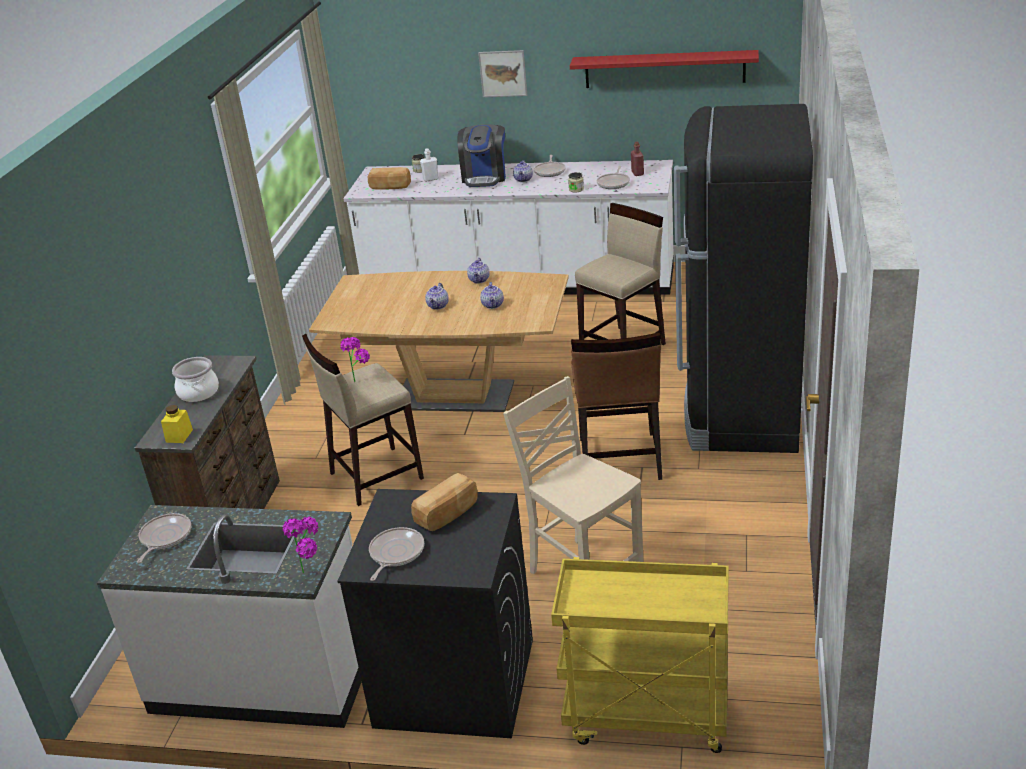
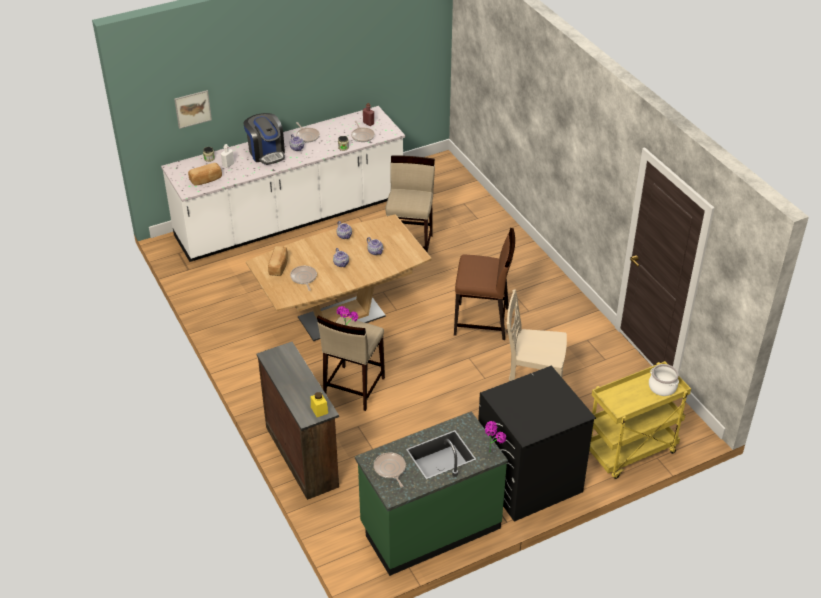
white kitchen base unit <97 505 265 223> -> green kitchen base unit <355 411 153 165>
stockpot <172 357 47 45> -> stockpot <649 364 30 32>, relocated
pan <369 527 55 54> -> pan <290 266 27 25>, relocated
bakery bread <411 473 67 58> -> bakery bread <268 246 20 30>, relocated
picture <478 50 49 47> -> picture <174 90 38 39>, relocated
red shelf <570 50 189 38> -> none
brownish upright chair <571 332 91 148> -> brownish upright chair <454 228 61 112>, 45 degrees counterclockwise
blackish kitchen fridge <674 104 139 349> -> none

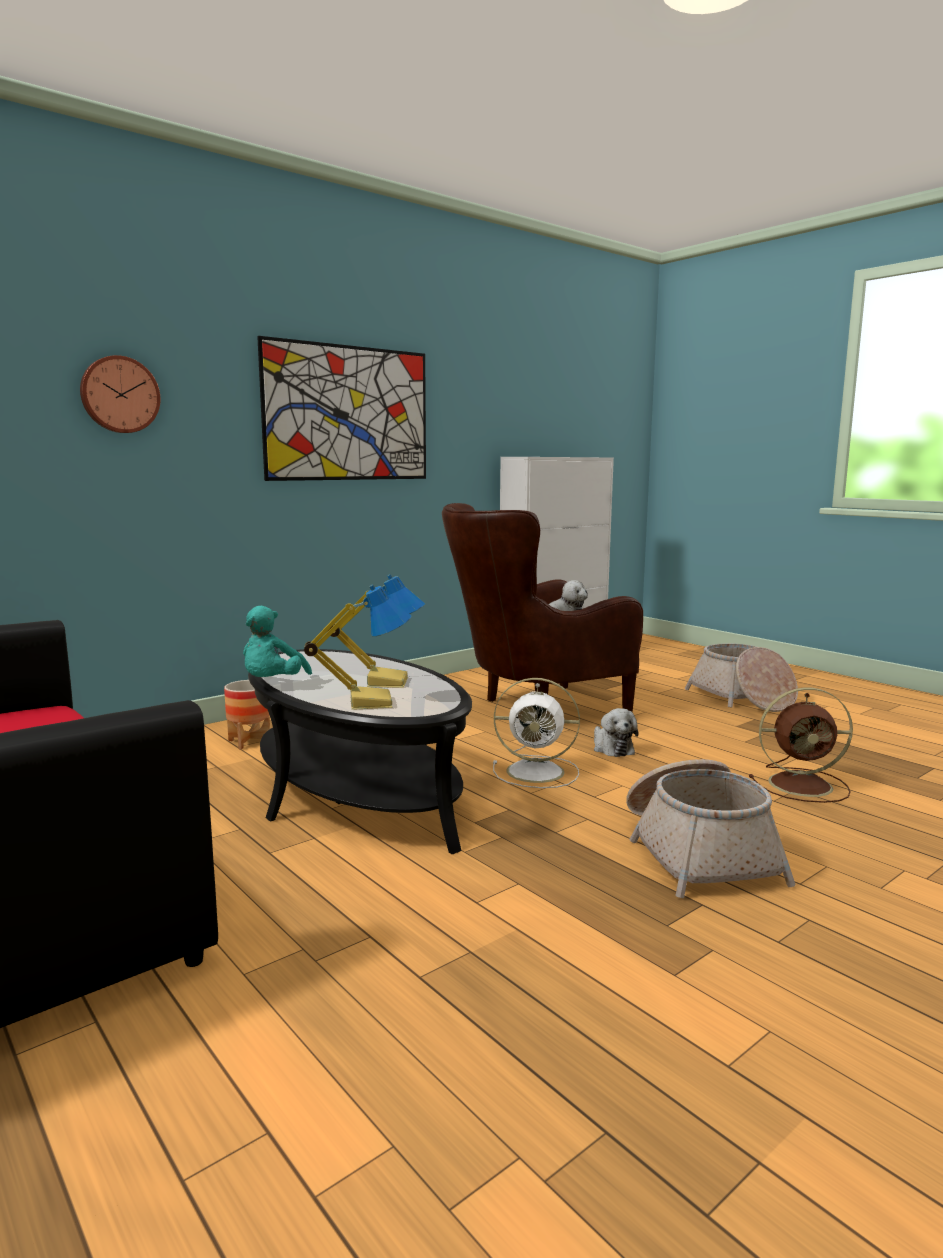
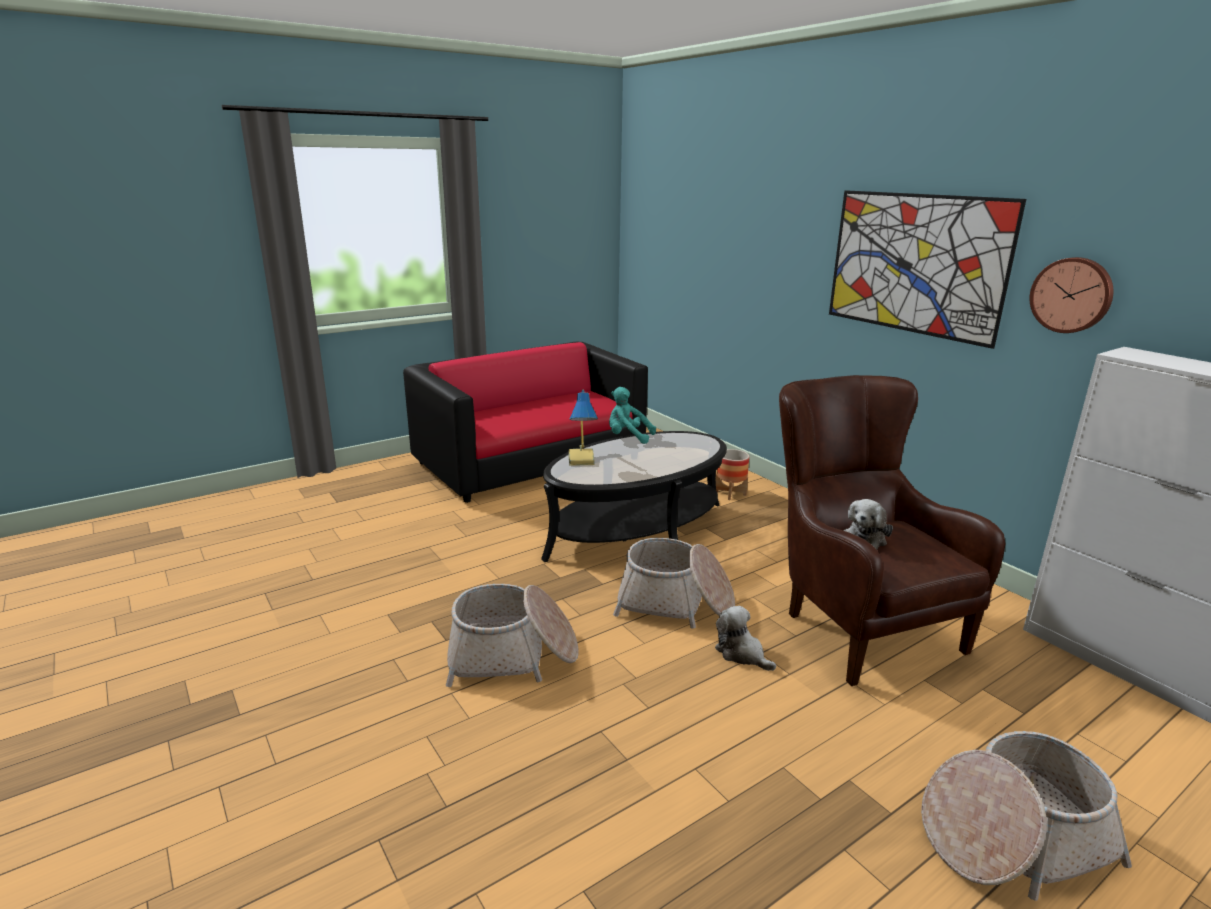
hanging clock <80 355 81 78> -> hanging clock <1029 257 84 76>, relocated
table lamp <328 574 97 114> -> none
white electric fan <493 678 87 110> -> basket <613 538 122 91>
cuddly toy <594 708 44 49> -> cuddly toy <715 606 61 65>, 60 degrees clockwise
brownish electric fan <749 688 104 115> -> none

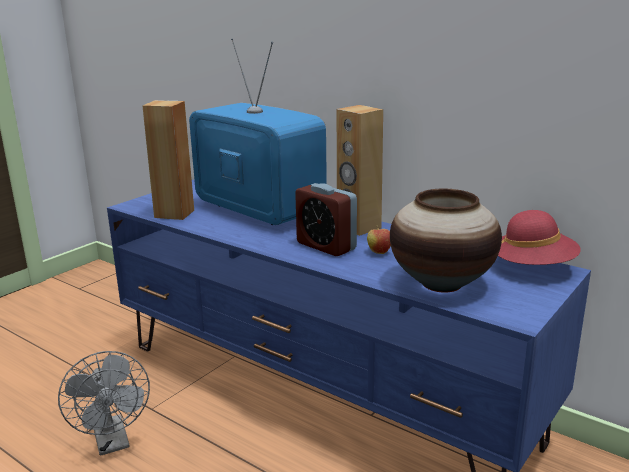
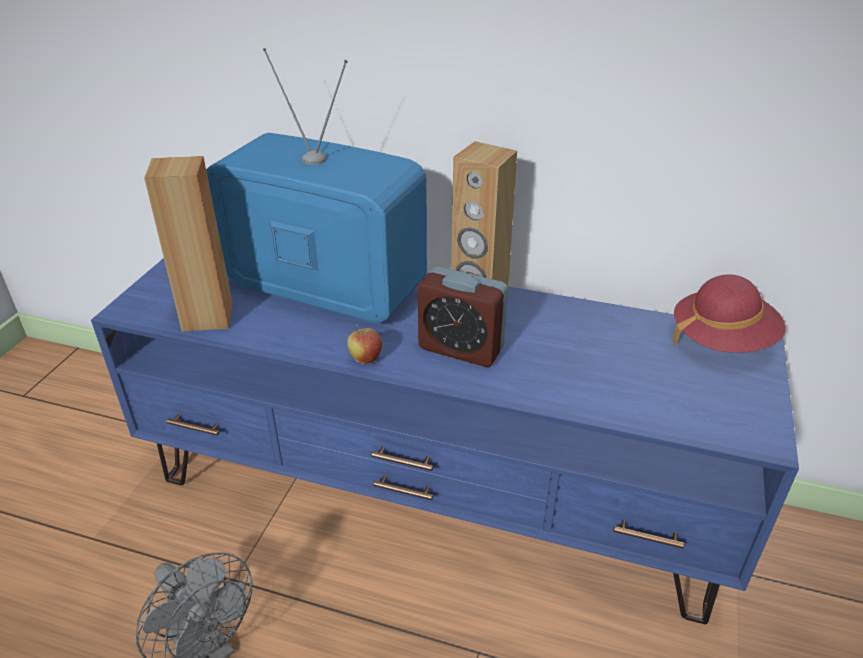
apple fruit <367 225 24 29> -> apple fruit <347 325 35 39>, relocated
decorative vase <390 189 112 104> -> none

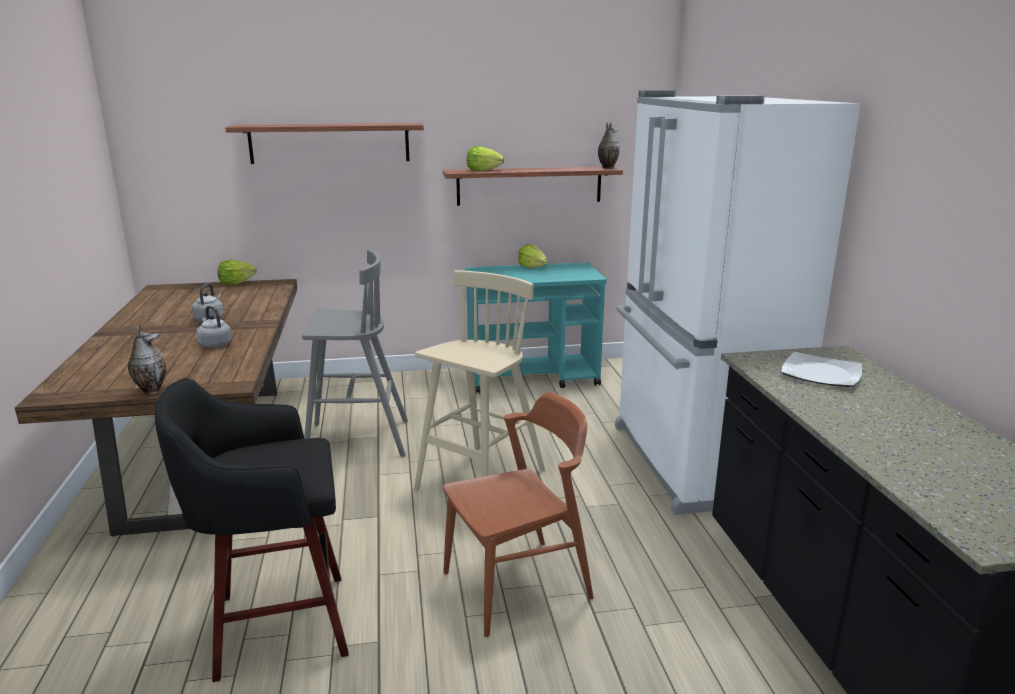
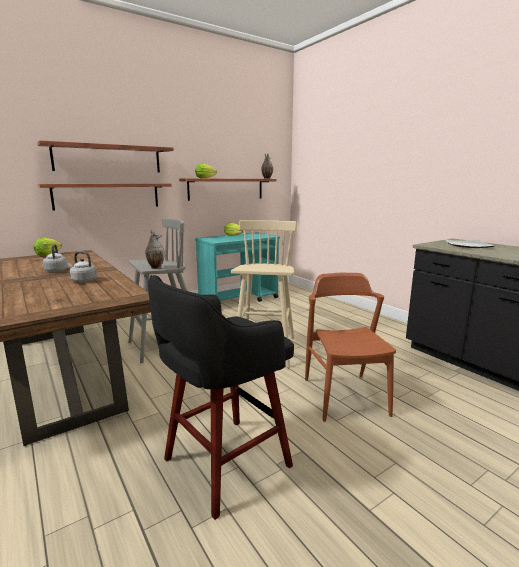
decorative vase <128 324 39 70> -> decorative vase <145 230 20 39>, relocated
brownish upright chair <443 392 151 245> -> brownish upright chair <305 273 91 149>, 45 degrees counterclockwise
white kitchen fridge <615 90 246 425> -> none
none -> shelf <38 183 134 28>

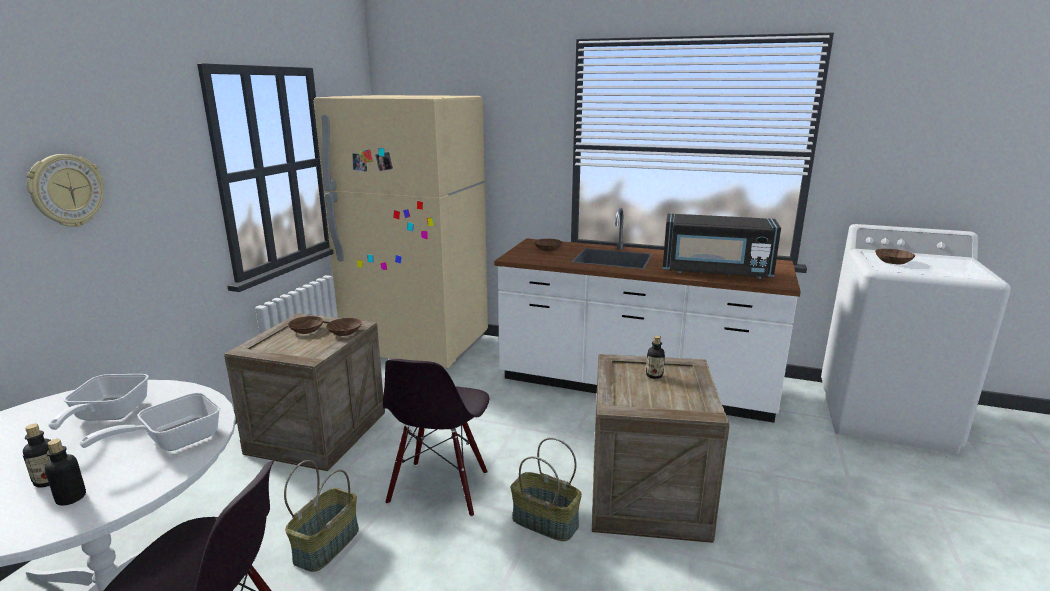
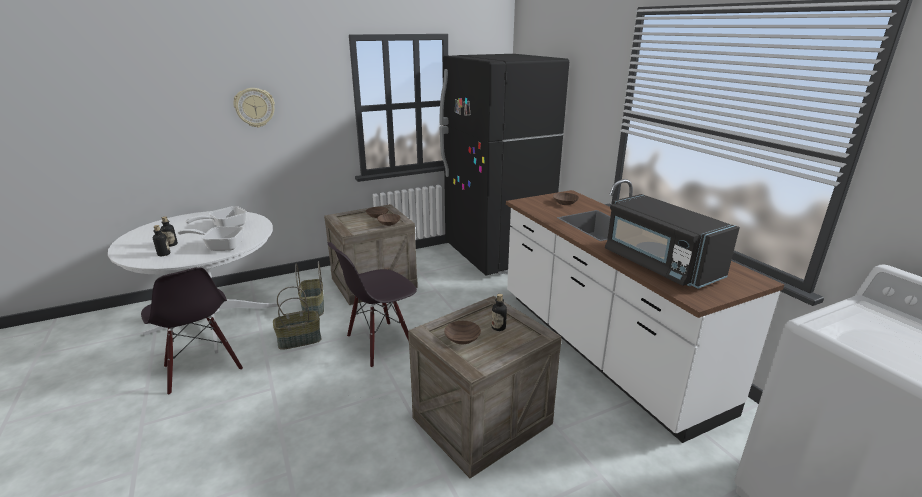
beige kitchen fridge <314 95 174 273> -> blackish kitchen fridge <439 54 130 221>
basket <511 438 71 103> -> basket <295 261 29 55>, relocated
brownish deep dish <875 249 40 15> -> brownish deep dish <444 321 37 23>, relocated

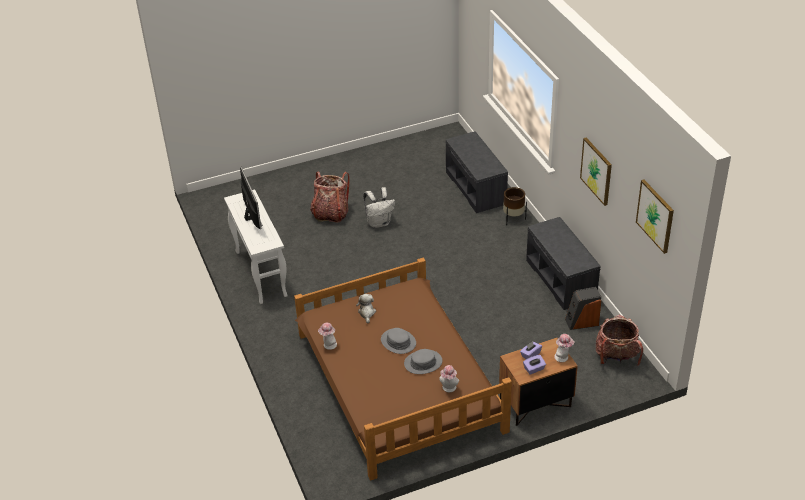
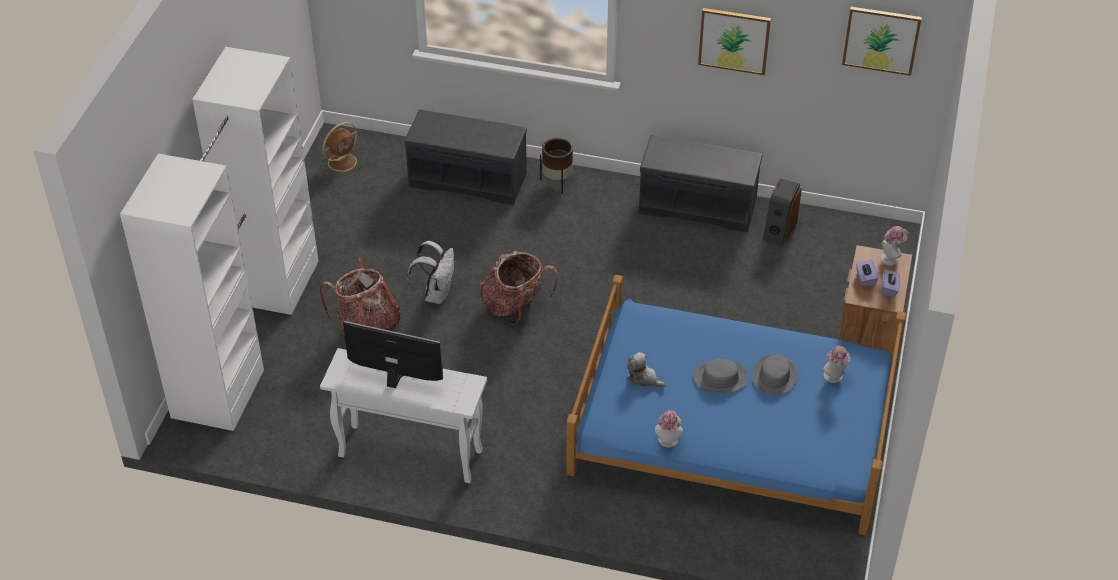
brownish sleeping bed <294 258 218 222> -> bluish sleeping bed <566 275 340 261>
backpack <596 315 47 51> -> backpack <479 251 79 74>, relocated
none -> white wardrobe <120 47 198 384>
none -> brownish electric fan <320 122 44 54>

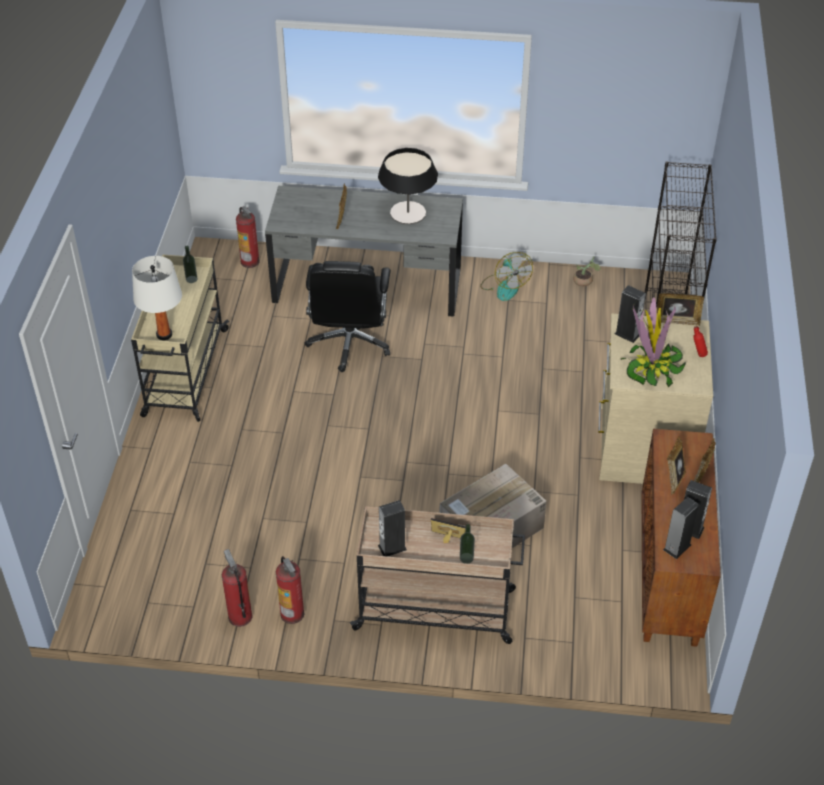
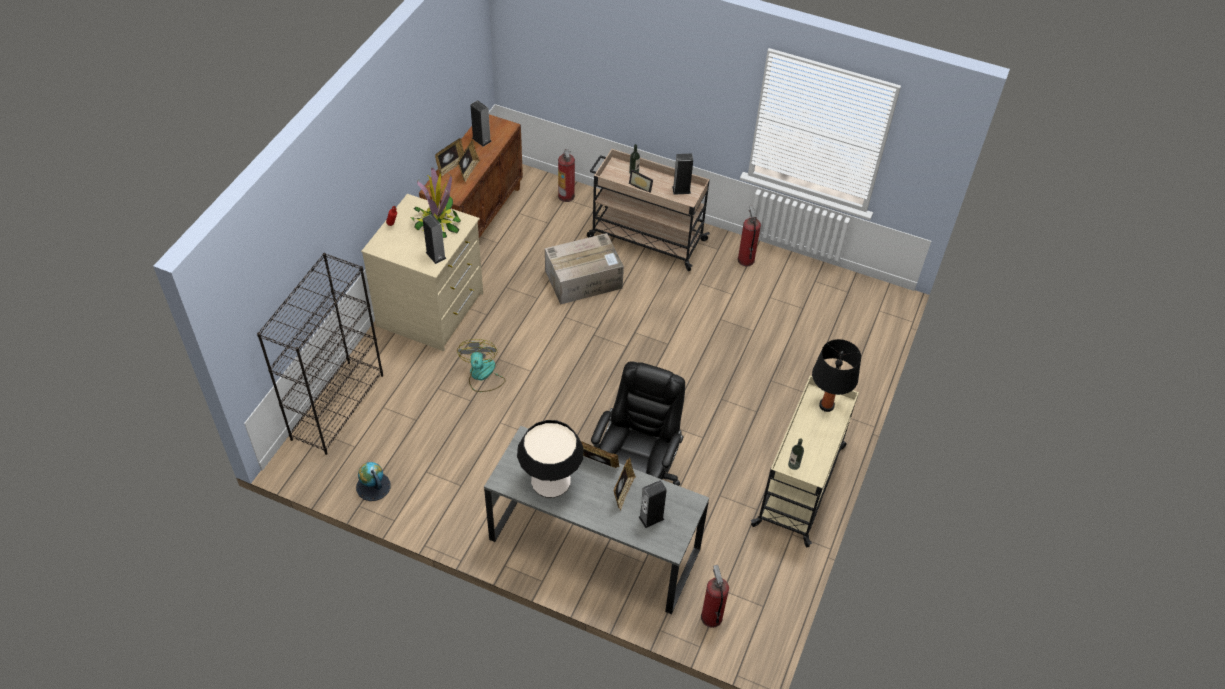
white table lamp <132 256 50 84> -> blackish table lamp <812 339 49 73>
extinguisher <222 549 30 78> -> extinguisher <558 149 17 53>, relocated
electric fan <480 252 53 49> -> electric fan <457 339 48 53>, relocated
potted plant <573 256 28 30> -> globe <356 462 34 39>
photo frame <657 293 47 33> -> photo frame <581 441 38 27>, relocated
loudspeaker <663 497 36 62> -> loudspeaker <639 480 28 48>, relocated

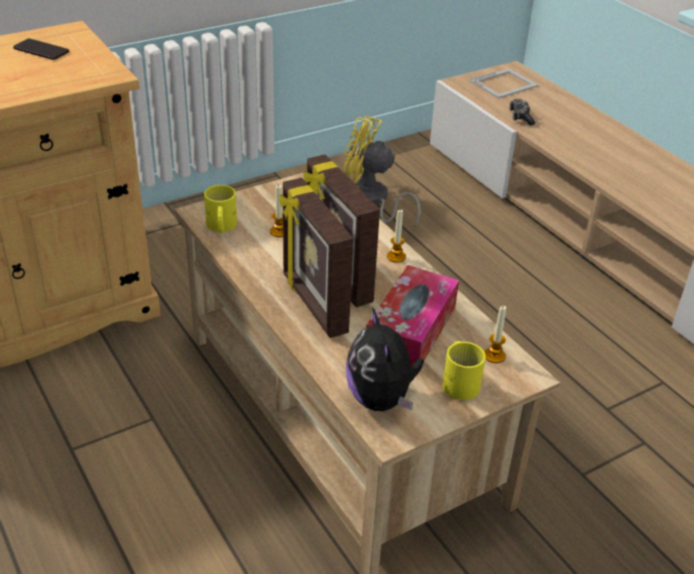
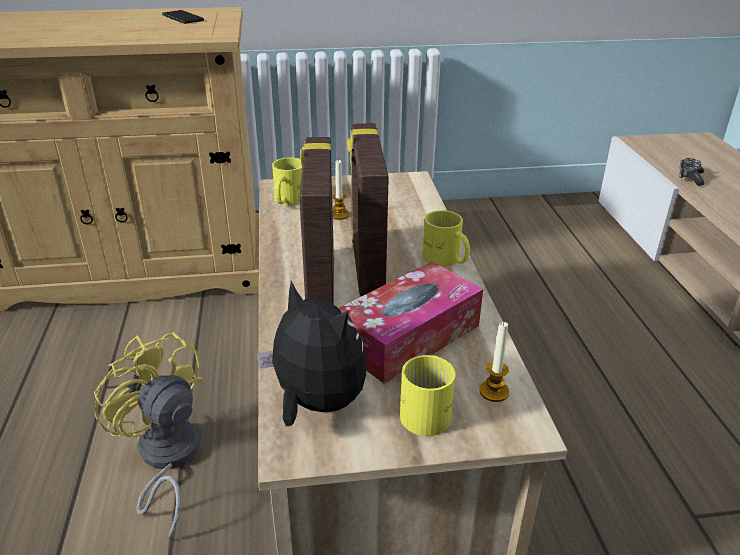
yellow-coloured electric fan <343 116 78 113> -> yellow-coloured electric fan <94 332 110 208>, relocated
cuddly toy <346 307 78 104> -> cuddly toy <256 281 111 145>, 120 degrees clockwise
candle <387 210 19 53> -> yellow-coloured coffee mug <423 210 47 57>
photo frame <470 69 68 29> -> none

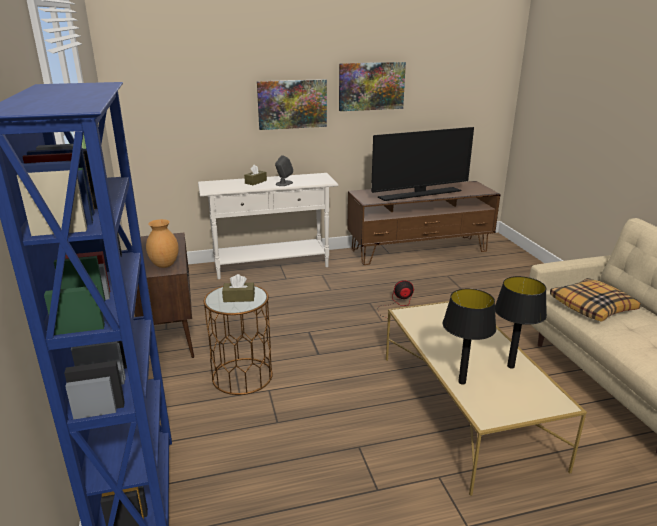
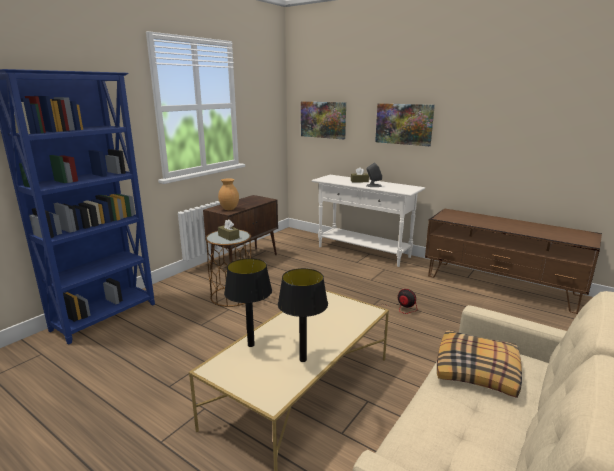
picture <339 62 67 49> -> picture <301 101 45 38>, relocated
television <371 127 103 74> -> none

